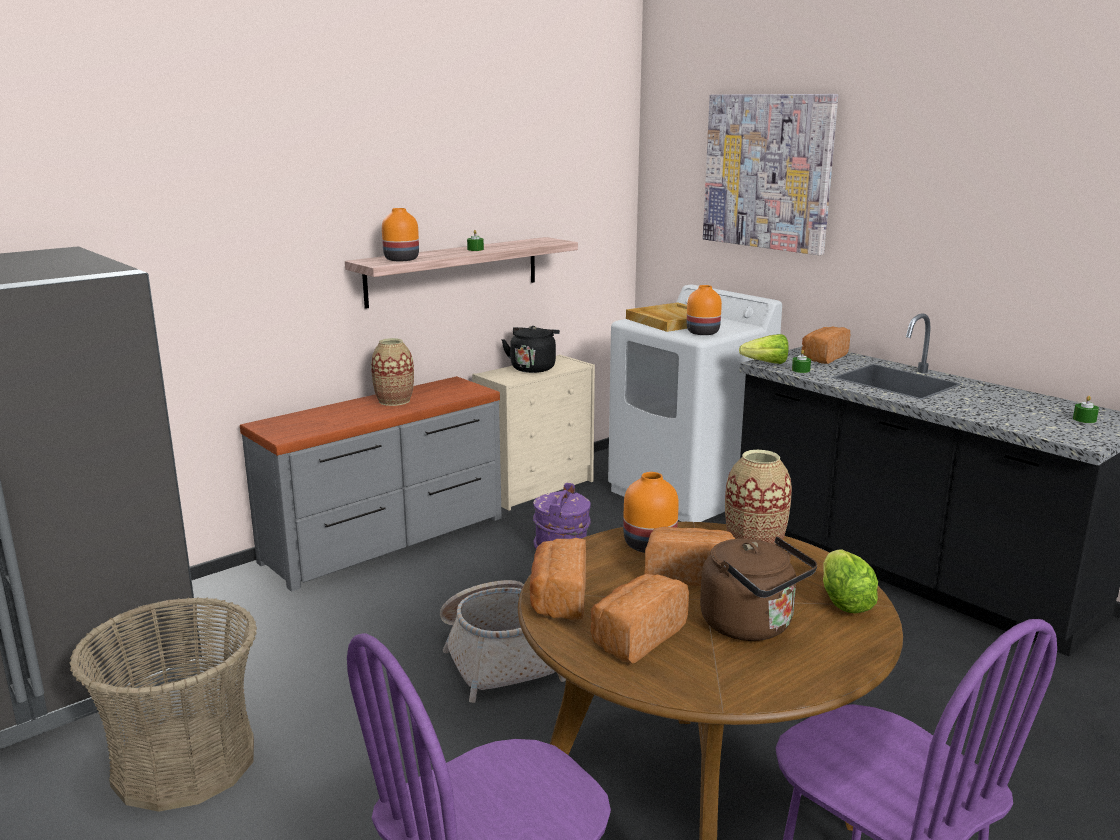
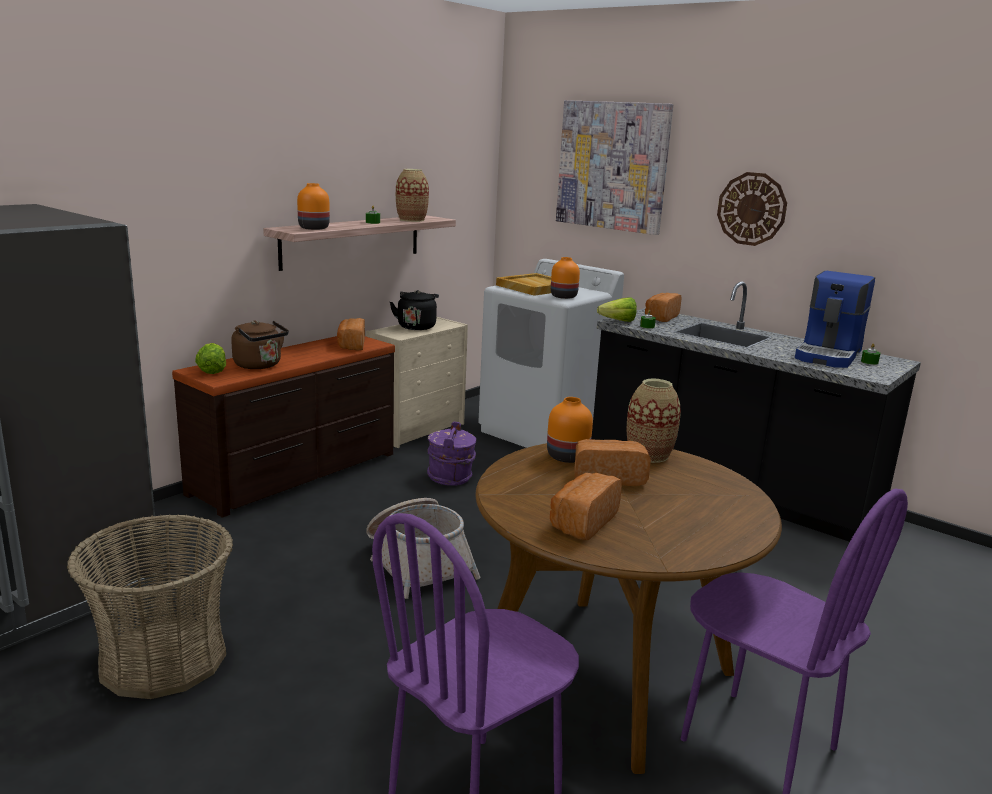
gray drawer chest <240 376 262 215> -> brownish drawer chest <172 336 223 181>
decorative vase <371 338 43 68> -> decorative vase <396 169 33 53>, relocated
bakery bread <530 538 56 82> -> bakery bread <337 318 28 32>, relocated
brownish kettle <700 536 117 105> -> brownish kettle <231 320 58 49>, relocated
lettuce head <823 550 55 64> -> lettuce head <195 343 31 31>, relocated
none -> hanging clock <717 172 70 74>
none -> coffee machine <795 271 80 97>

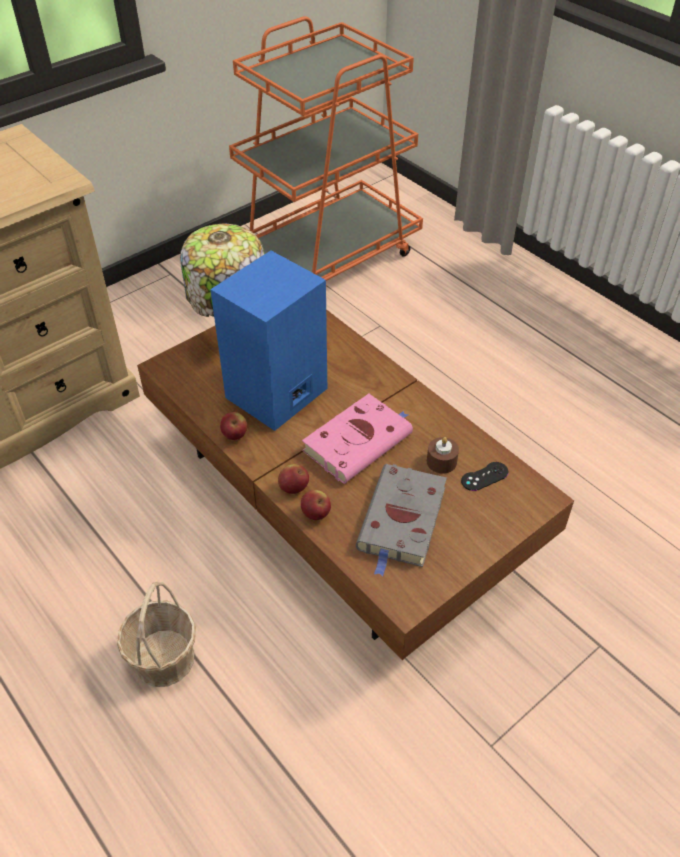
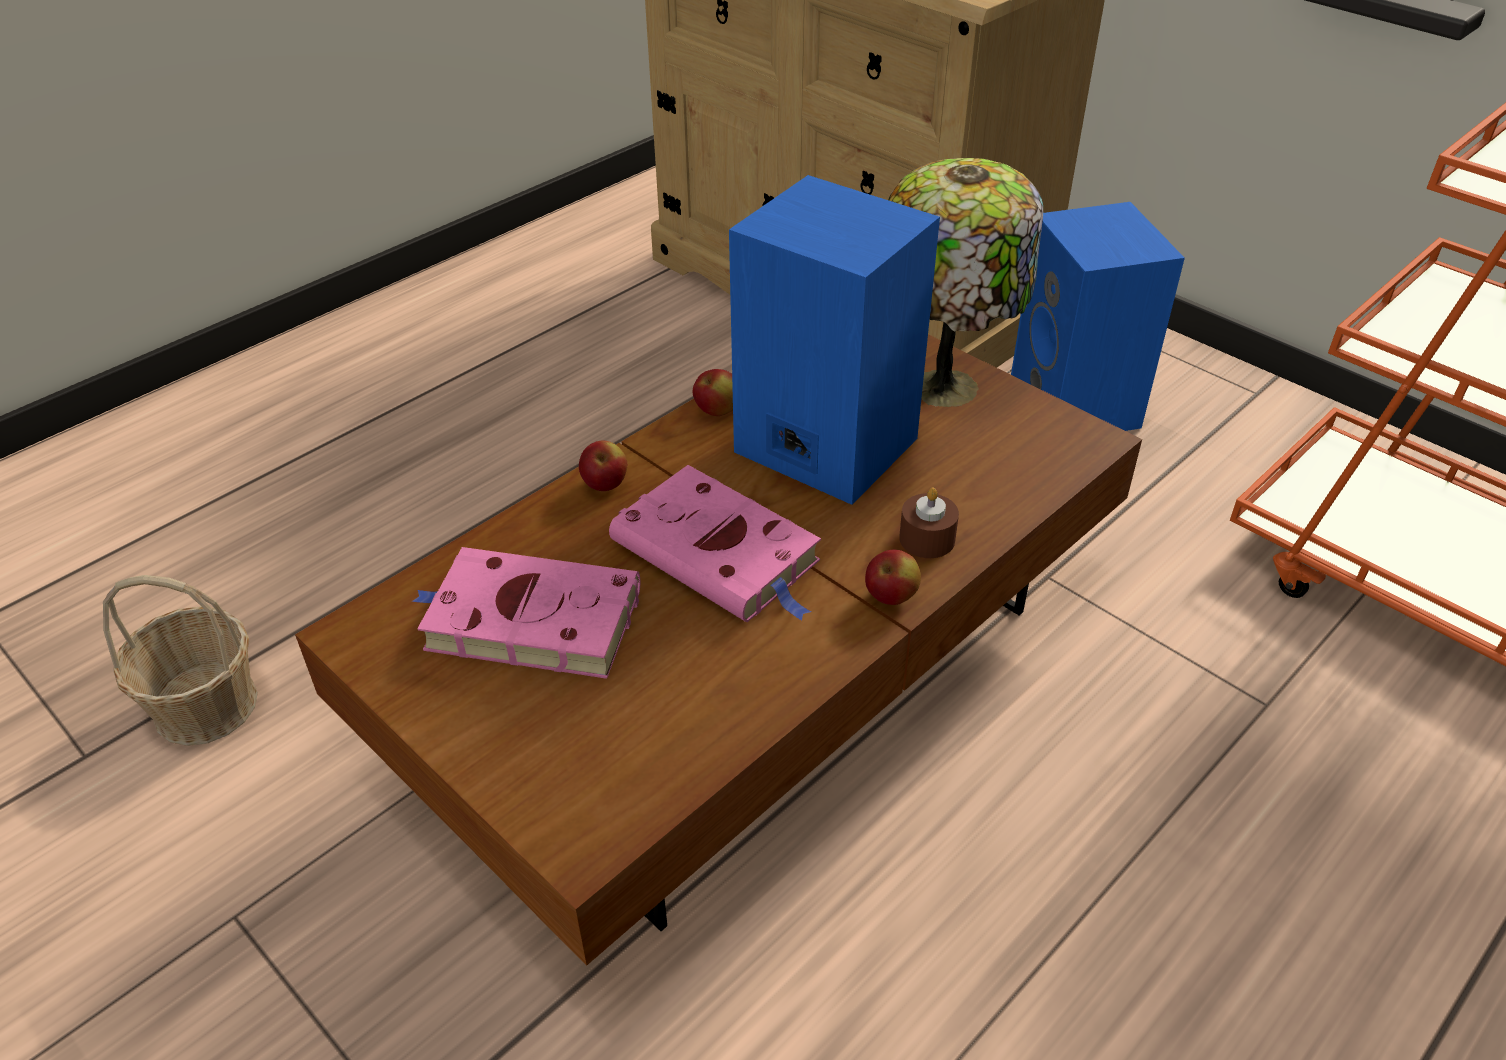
basket <117 582 79 105> -> basket <103 575 155 171>, relocated
apple fruit <301 490 30 30> -> apple fruit <865 550 56 55>, relocated
gray volume <356 464 91 113> -> pinkish volume <412 547 228 132>
brownish candle <427 437 32 37> -> brownish candle <899 488 60 70>, relocated
blackish joypad <461 462 47 29> -> none
none -> bluish loudspeaker <1011 202 174 229>

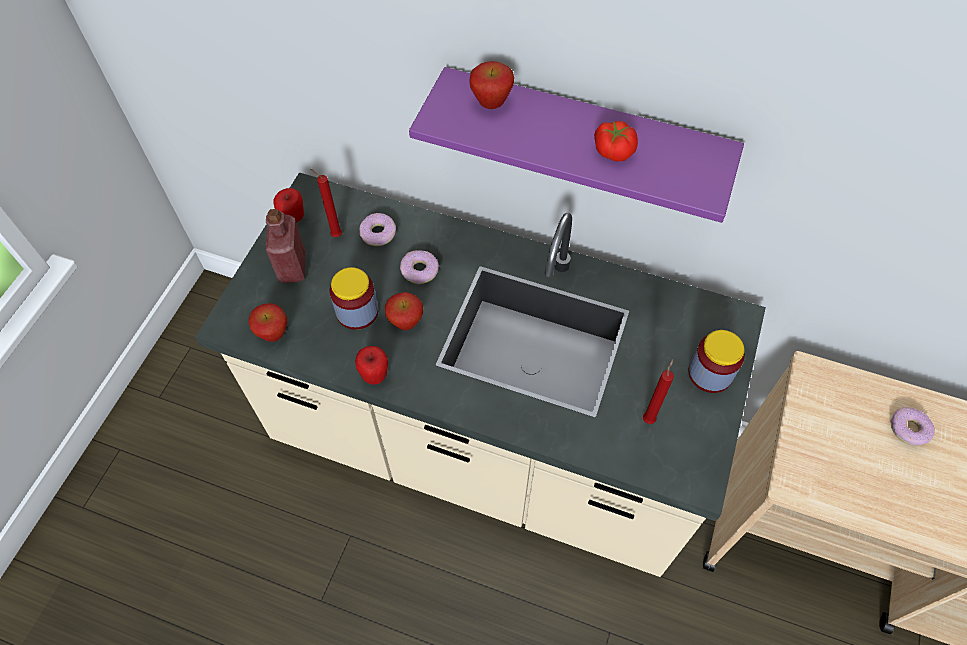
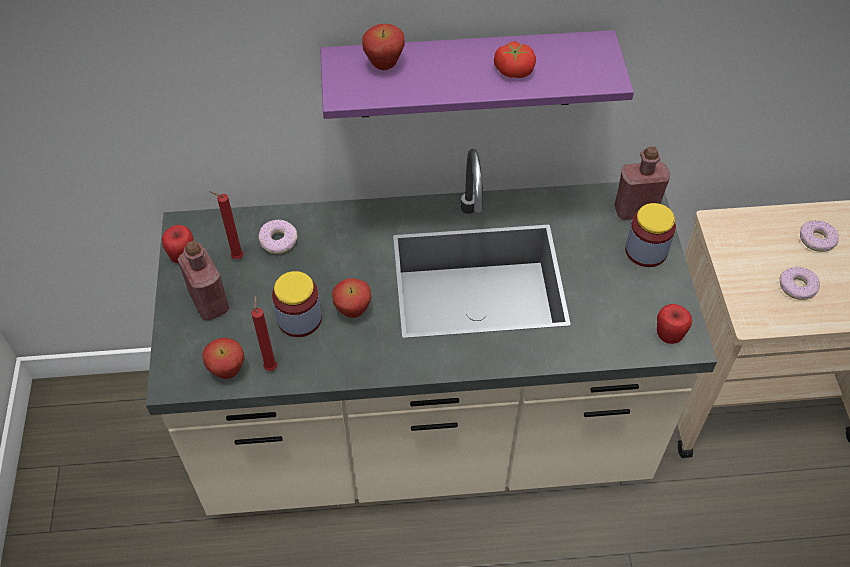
apple fruit <355 346 33 39> -> apple fruit <657 304 35 40>, relocated
ring doughnut <400 250 39 34> -> ring doughnut <779 266 41 34>, relocated
red candle <643 359 31 65> -> red candle <251 295 26 76>, relocated
none -> red beverage bottle <614 146 56 74>

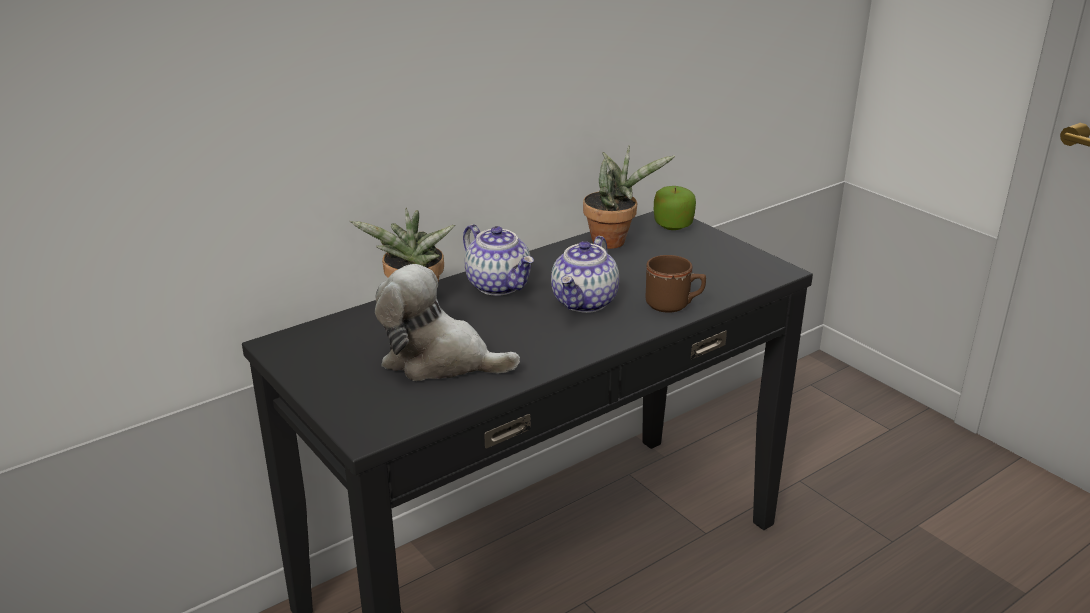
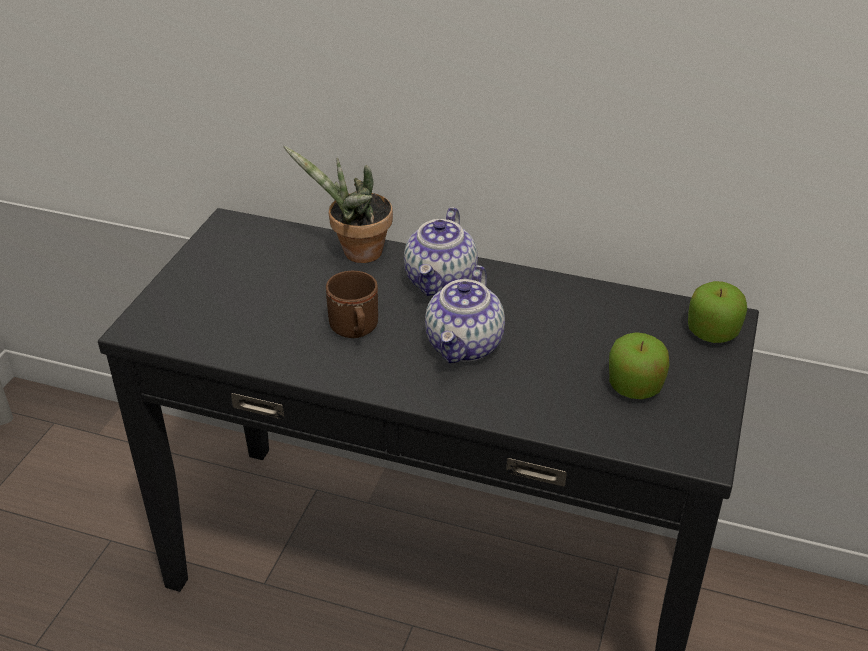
cuddly toy <375 264 145 117> -> none
pot for tea <551 236 68 77> -> pot for tea <425 265 80 98>, 60 degrees counterclockwise
potted plant <583 145 92 104> -> none
brownish coffee mug <645 255 61 58> -> brownish coffee mug <326 271 52 67>, relocated
none -> apple fruit <609 332 60 67>

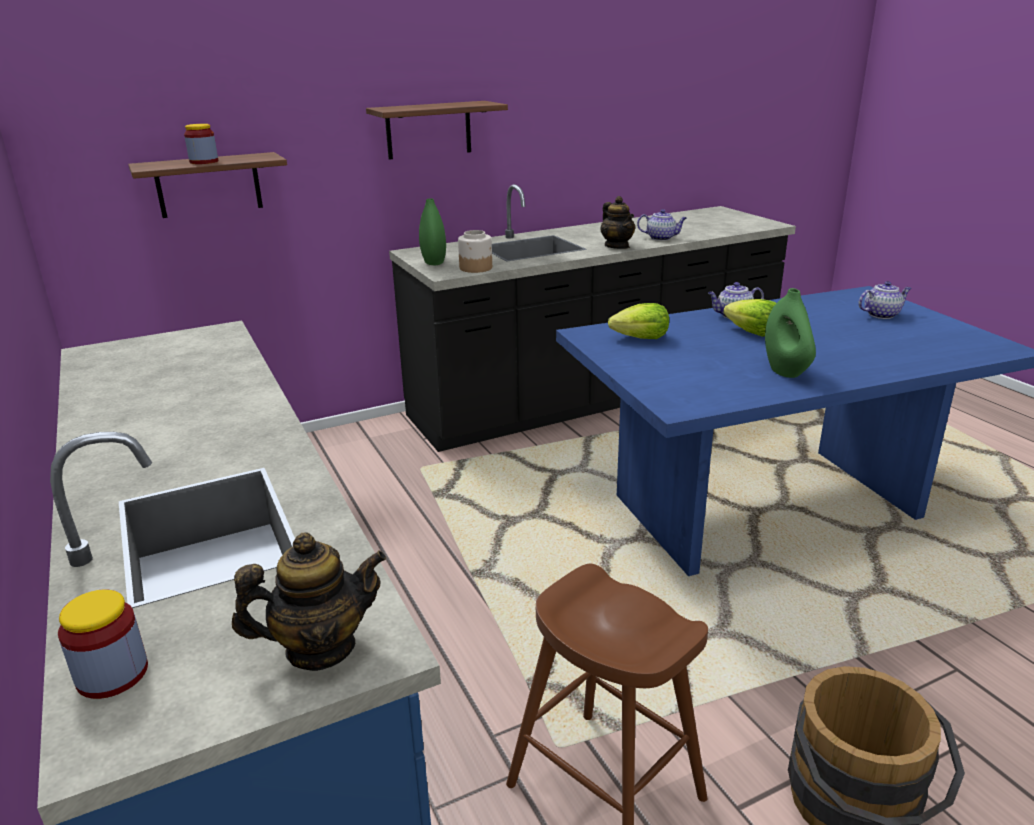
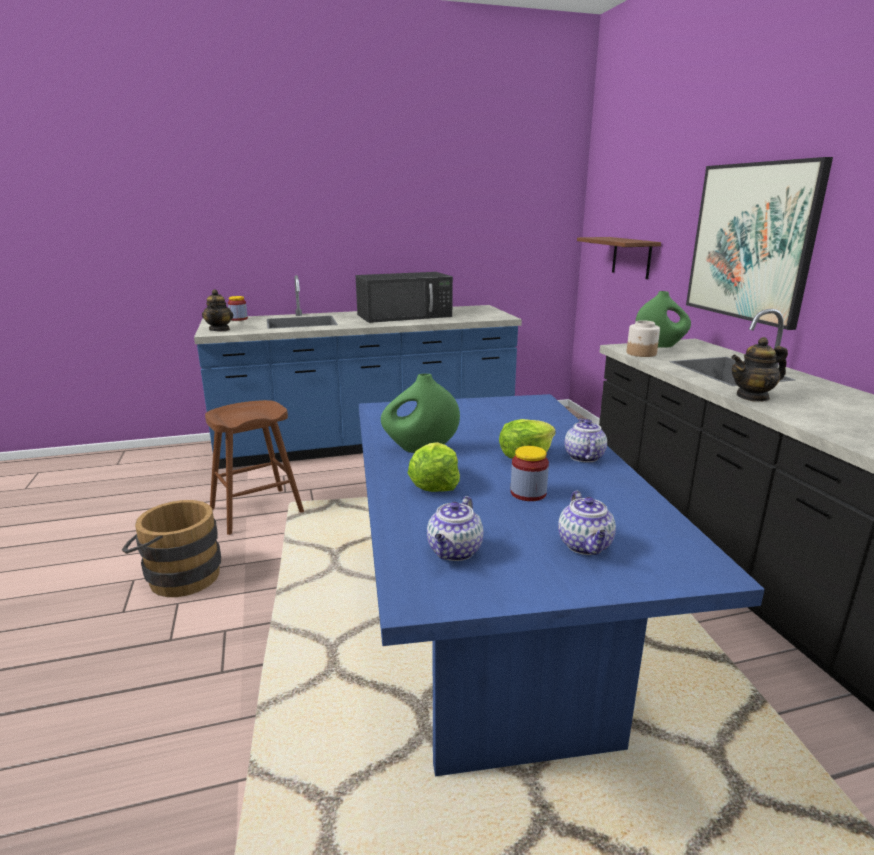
preserve jar <184 124 34 40> -> preserve jar <511 446 38 55>, relocated
shelf <366 101 142 59> -> picture <686 157 147 173>
lettuce head <608 303 61 36> -> lettuce head <408 442 52 50>, relocated
pot for tea <637 209 50 32> -> pot for tea <427 496 56 65>, relocated
none -> blackish microwave oven <356 272 97 51>

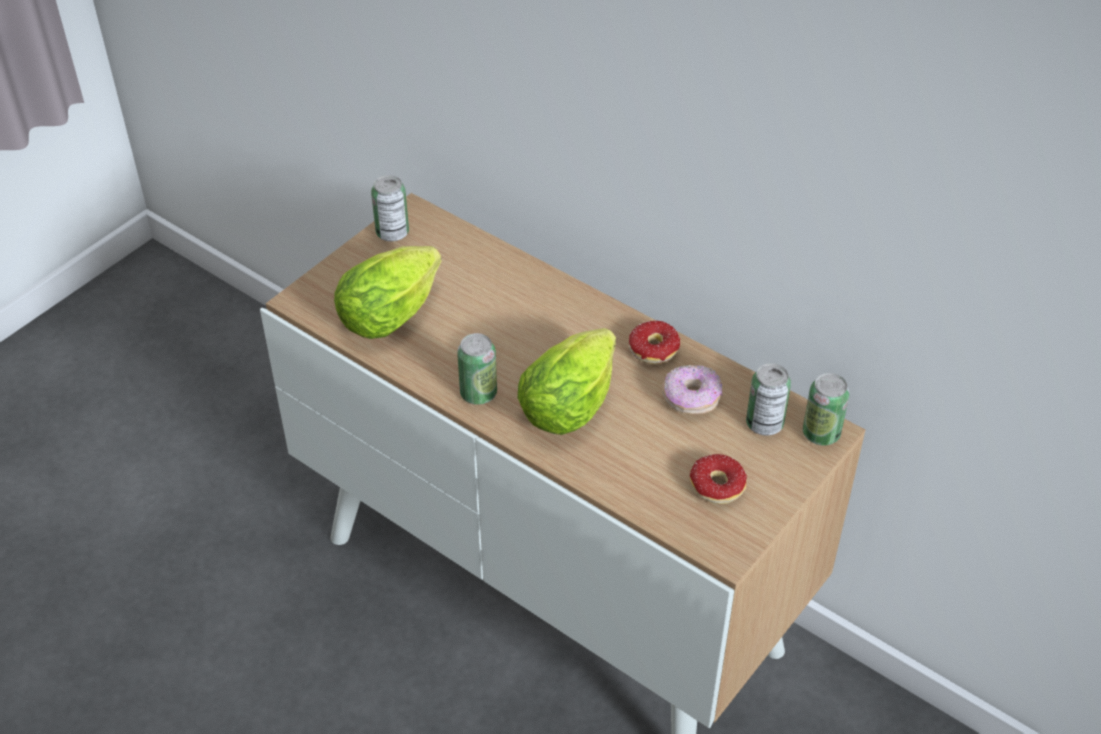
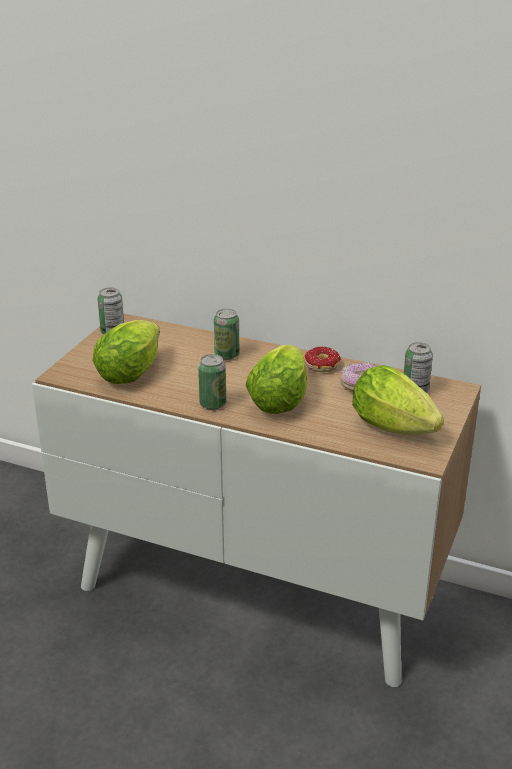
ring doughnut <690 454 57 50> -> lettuce head <352 365 92 70>
metal can <803 373 47 72> -> metal can <214 309 25 51>, relocated

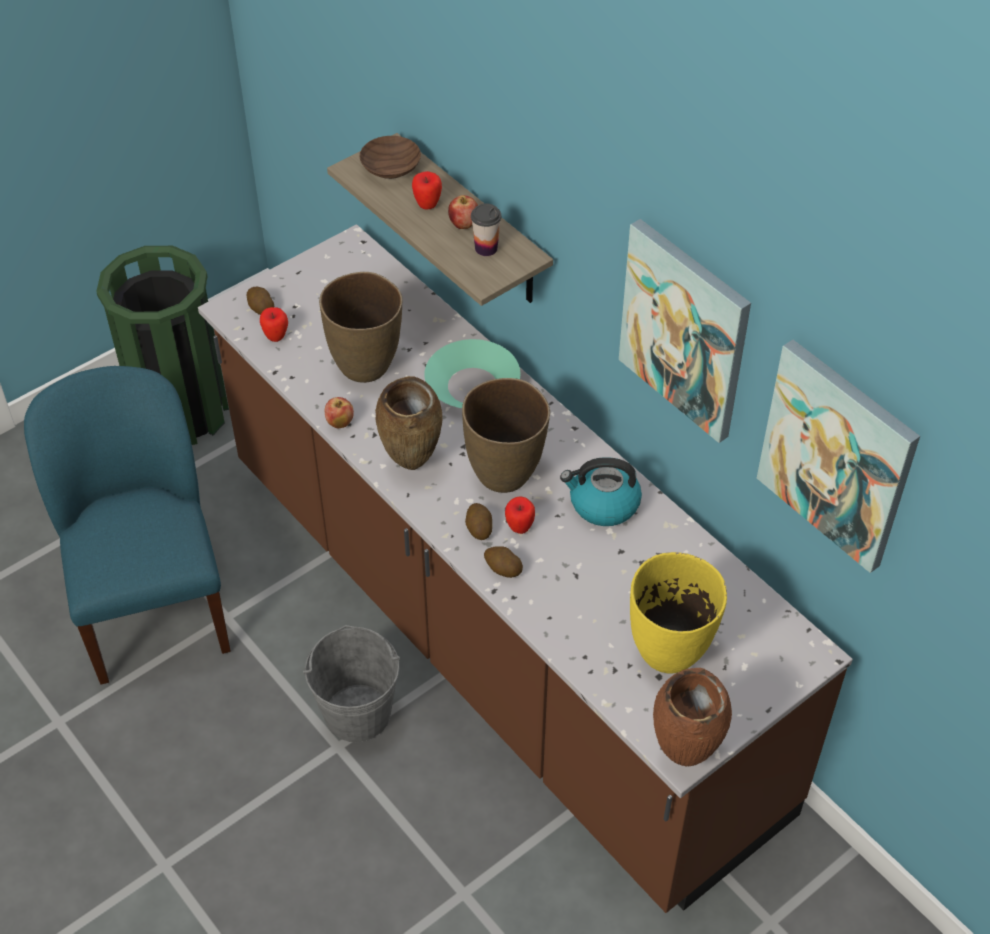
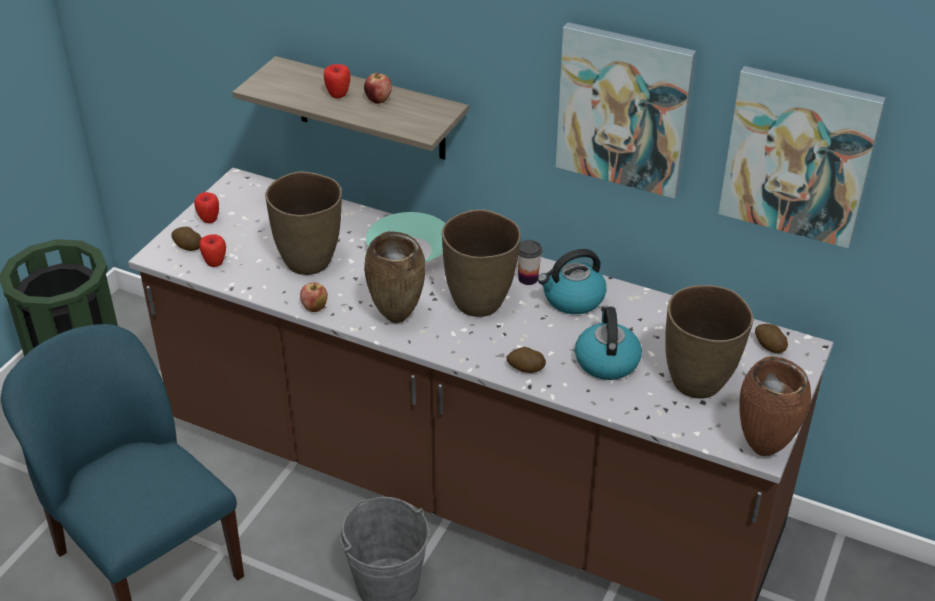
brownish deep dish <359 136 62 43> -> none
spud <465 503 27 37> -> spud <755 324 33 29>, relocated
cup <471 203 30 53> -> cup <517 240 26 45>, relocated
apple fruit <505 496 30 38> -> apple fruit <194 192 25 31>, relocated
yellow-coloured decorative vase <630 552 97 121> -> brownish decorative vase <665 285 89 113>
none -> kettle <575 306 67 74>

